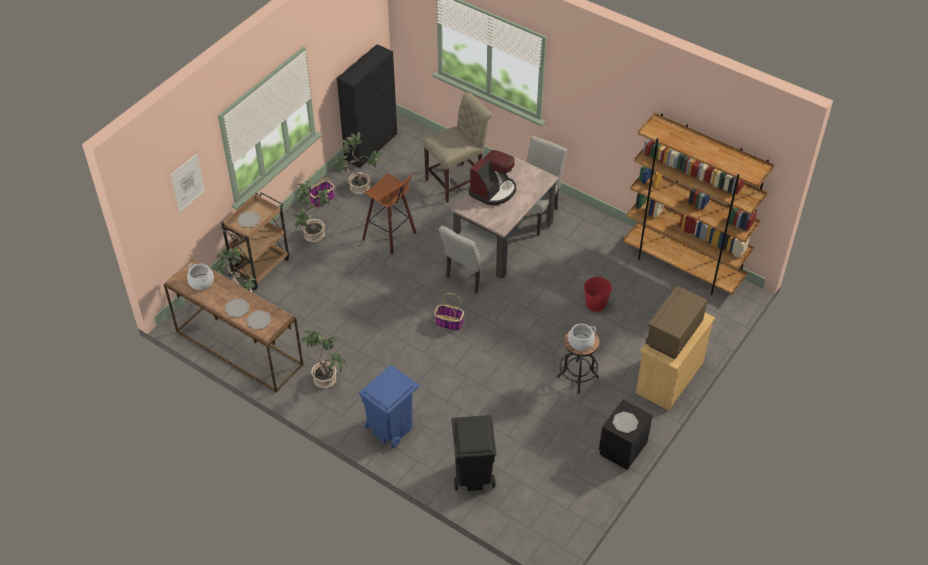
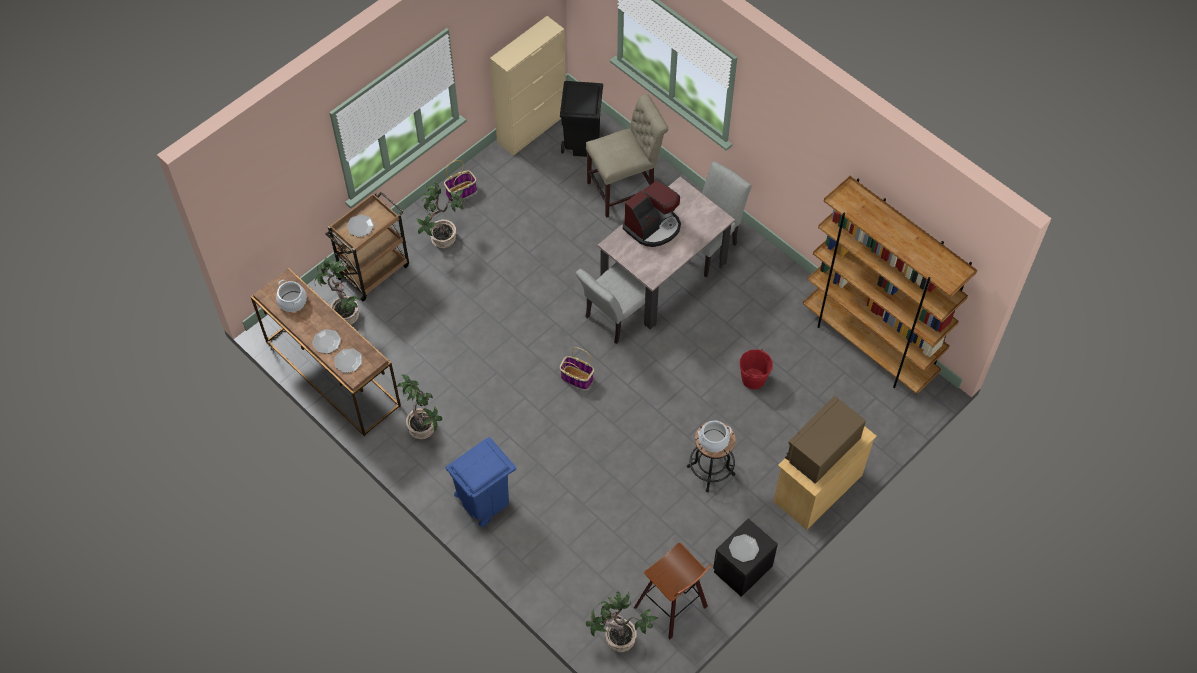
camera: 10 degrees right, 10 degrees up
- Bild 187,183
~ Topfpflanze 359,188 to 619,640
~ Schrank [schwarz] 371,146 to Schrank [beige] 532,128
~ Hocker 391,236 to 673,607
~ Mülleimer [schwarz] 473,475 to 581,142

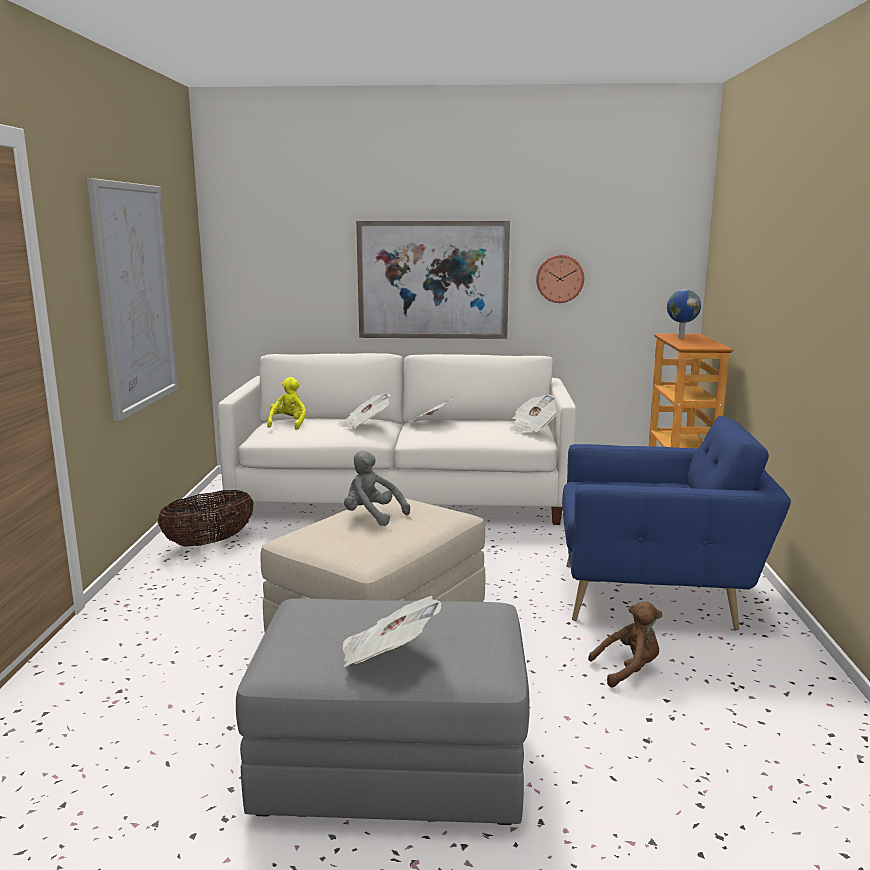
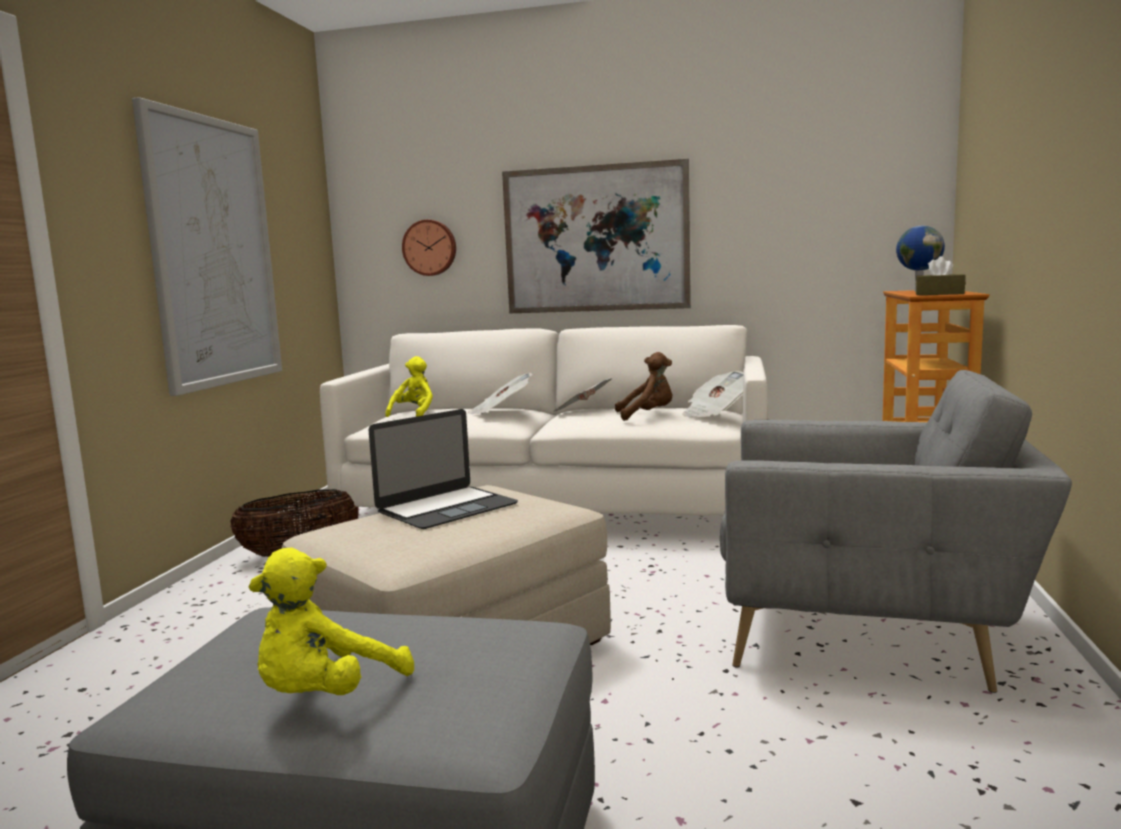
camera: 10 degrees right, 5 degrees down
~ Zeitung 388,655 to Plüschtier [gelb] 326,695
~ Plüschtier [grau] 372,516 to Laptop 447,507
~ Wanduhr 559,278 to 430,247
~ Sessel [blau] 655,596 to Sessel [grau] 868,637
~ Plüschtier [braun] 628,669 to 647,415
+ Taschentuchbox [braun] 939,294

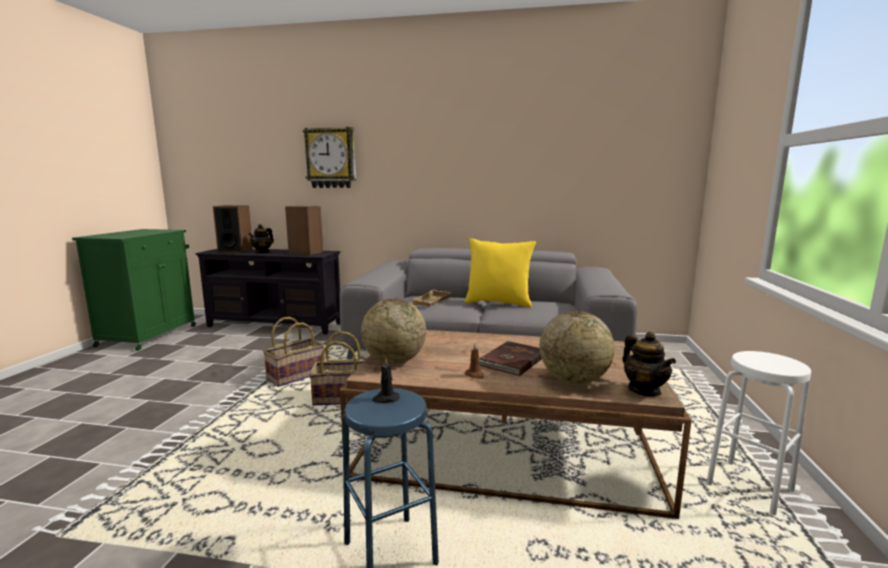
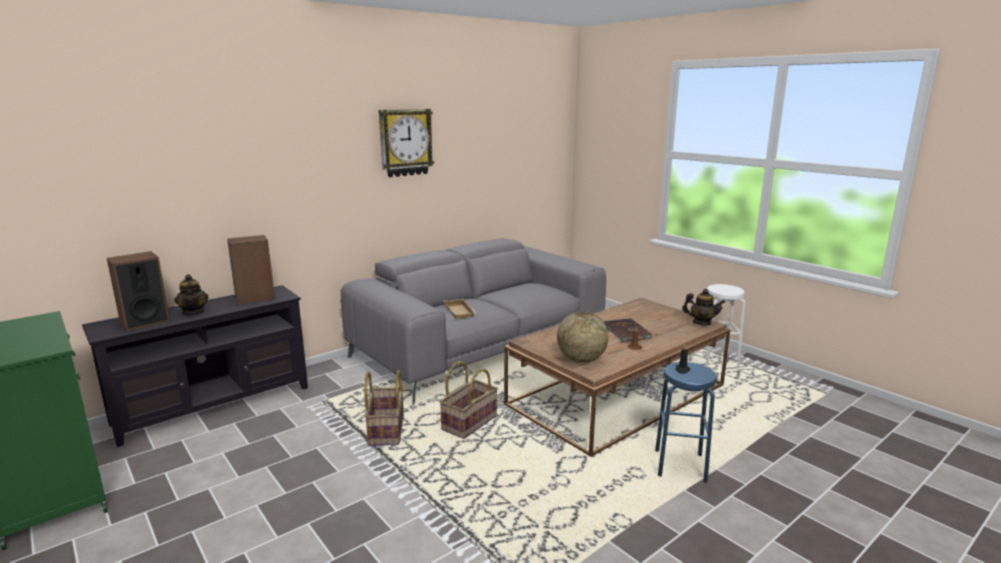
camera: 50 degrees left, 5 degrees up
~ Wanduhr 331,158 to 405,142
- Kissen [gelb] 498,303
- Globus 574,380

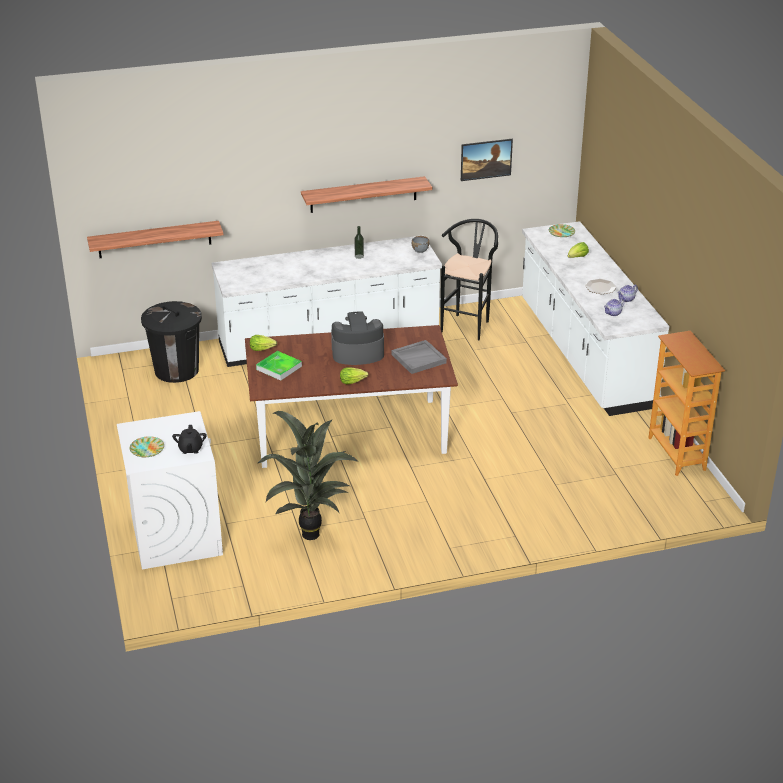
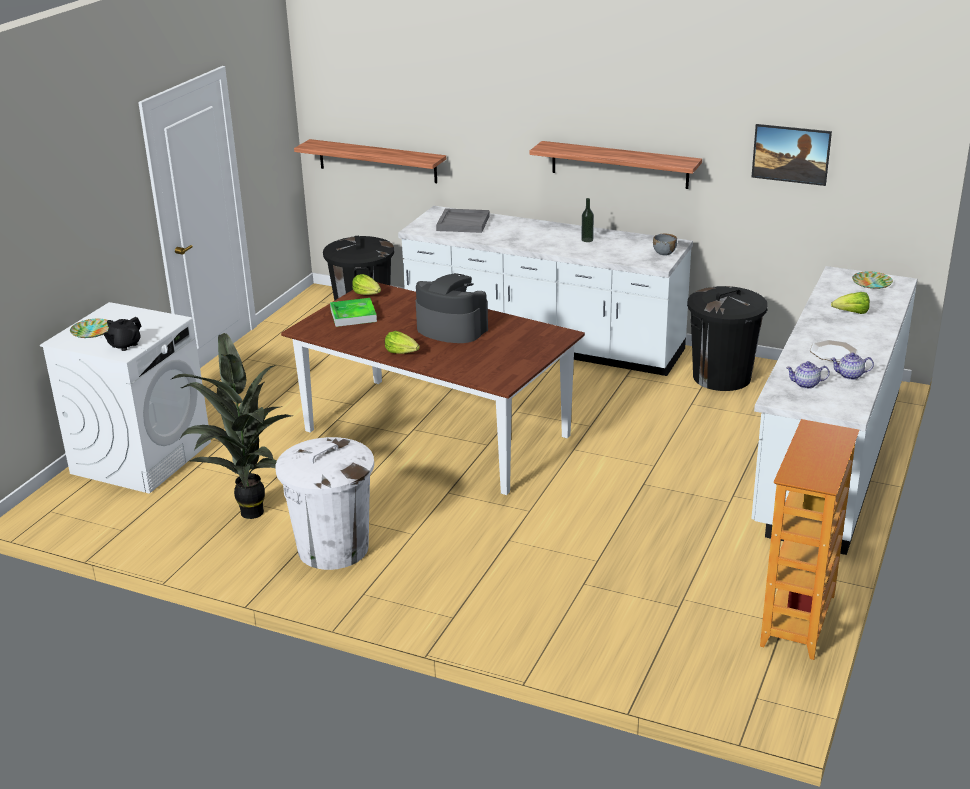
camera: 40 degrees right, 5 degrees down
~ Tablett [grau] 419,358 to 463,223
~ Hocker [schwarz] 468,324 to Mülleimer [schwarz] 722,377
+ Mülleimer [weiß] 332,548

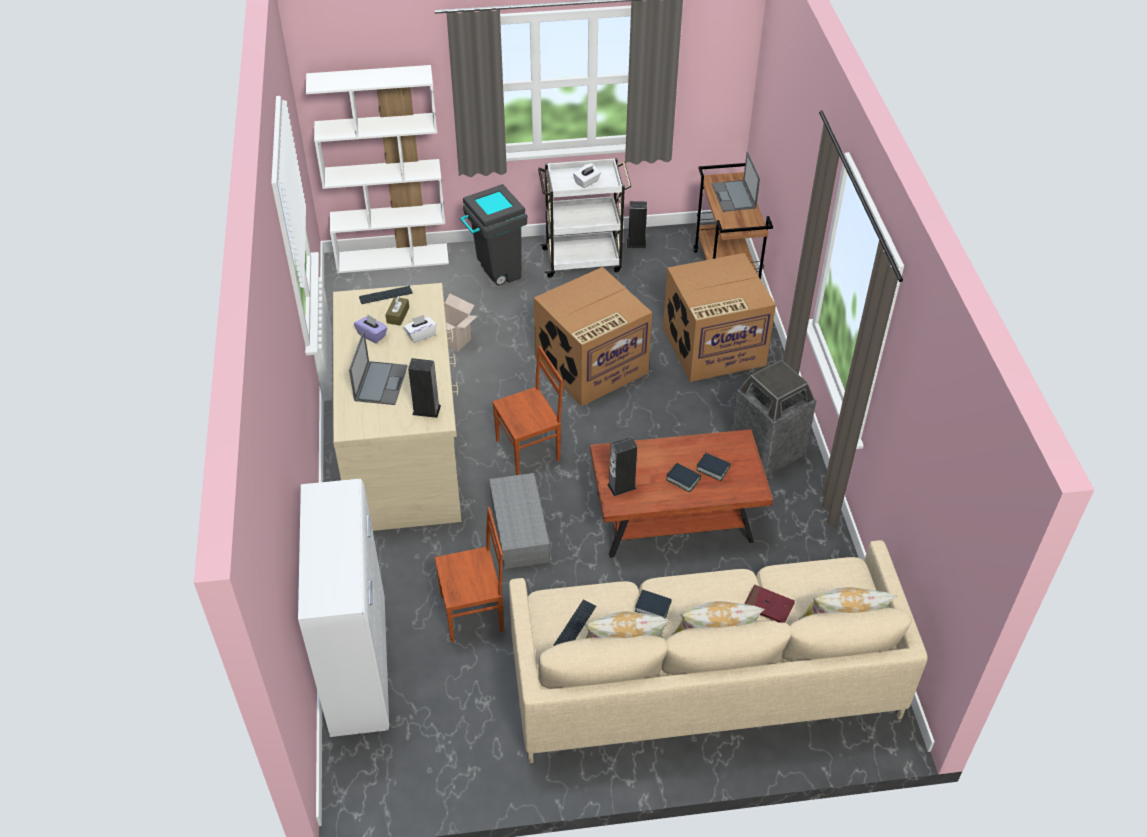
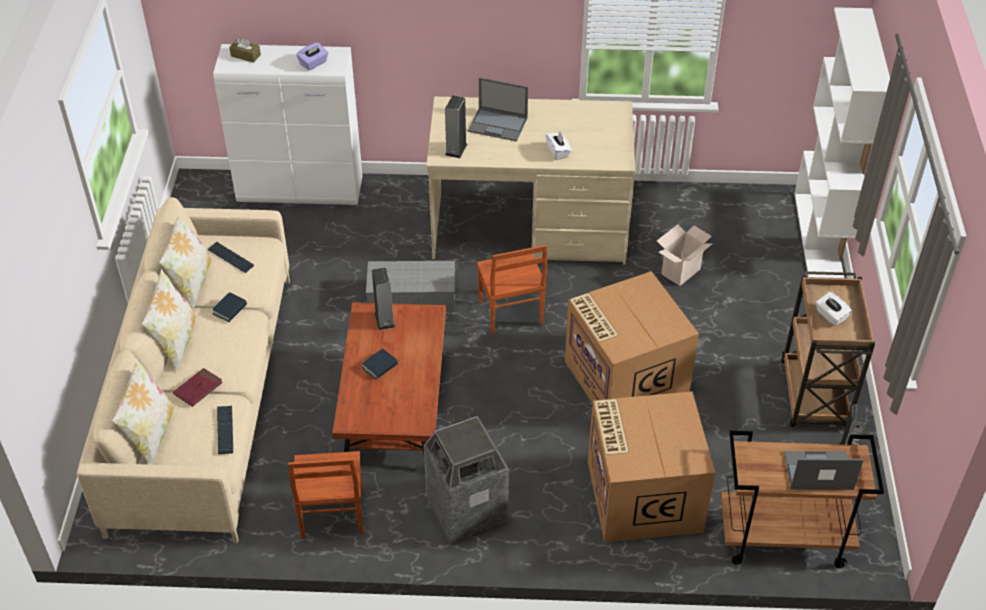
camera: 100 degrees right, 0 degrees up
~ Taschentuchbox [lila] 372,335 to 313,63
~ Tastatur 386,296 to 225,430
~ Taschentuchbox [braun] 398,315 to 245,55
~ Stuhl [braun] 473,614 to 331,515
- Mülleimer [grau] 496,275
~ Rollwagen [weiß] 583,260 to Rollwagen [braun] 814,396
- Buch 713,468

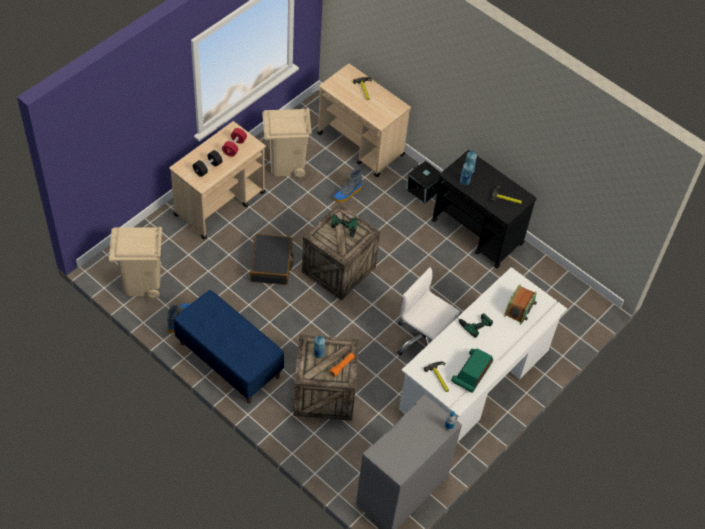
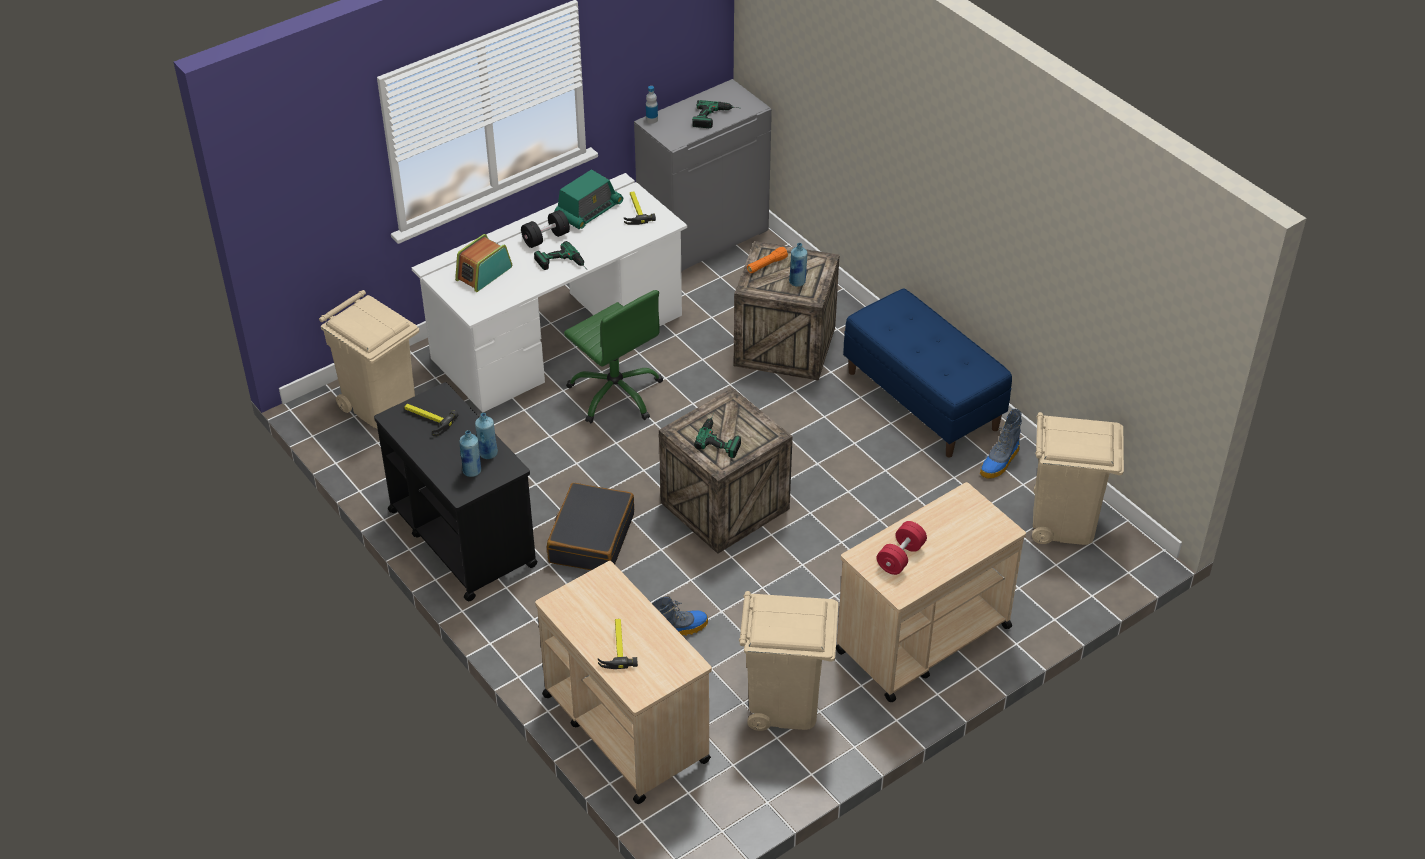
camera: 165 degrees left, 10 degrees down
~ Hantel [schwarz] 207,168 to 546,238
~ Koffer [schwarz] 271,264 to 591,538
~ Bürostuhl [weiß] 423,340 to Bürostuhl [grün] 616,393
- Aufbewahrungsbox [schwarz] 424,190
+ Mülleimer [beige] 381,404
+ Bohrmaschine 716,117

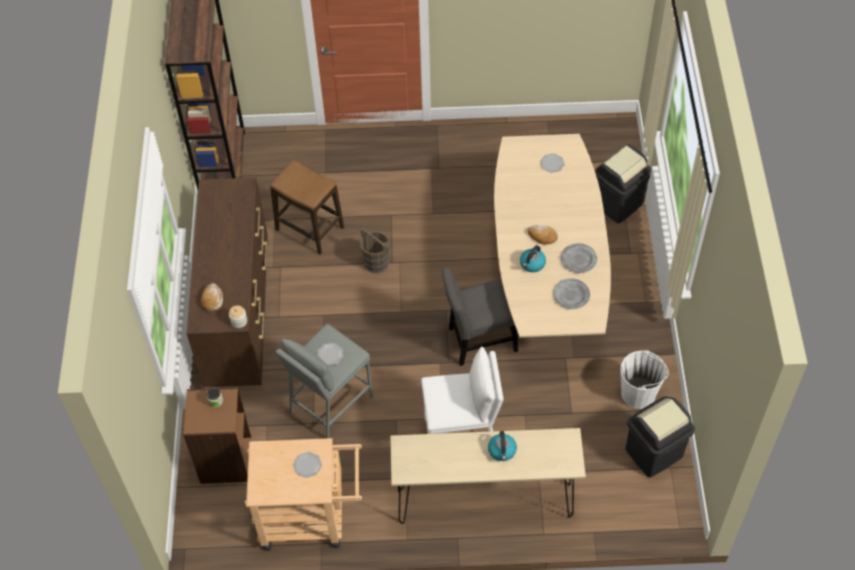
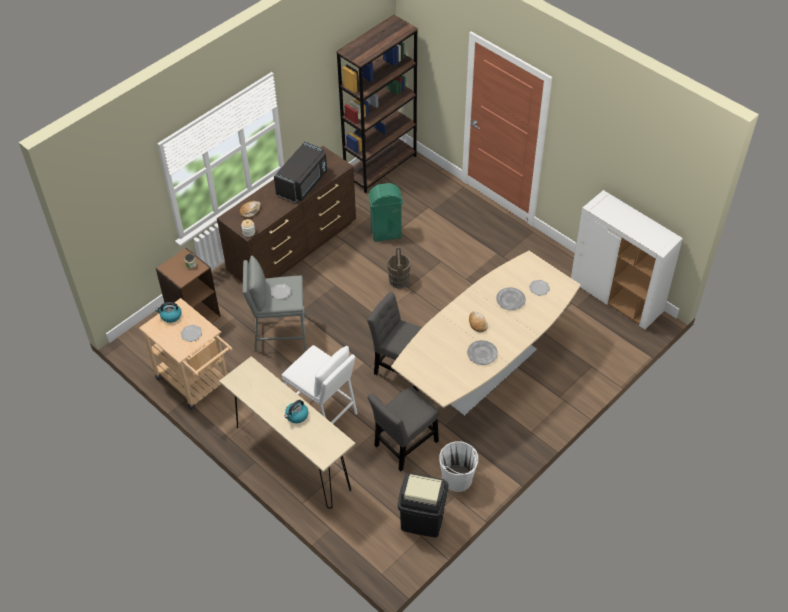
camera: 45 degrees right, 5 degrees down
~ Hocker 309,229 to Mülleimer [grün] 385,234
~ Wasserkessel 532,264 to 170,316
~ Teller [grau] 571,295 to 511,300
- Mülleimer [schwarz] 618,203
+ Mikrowelle [schwarz] 303,183
+ Stuhl [grau] 404,446
+ Schrank [weiß] 616,297

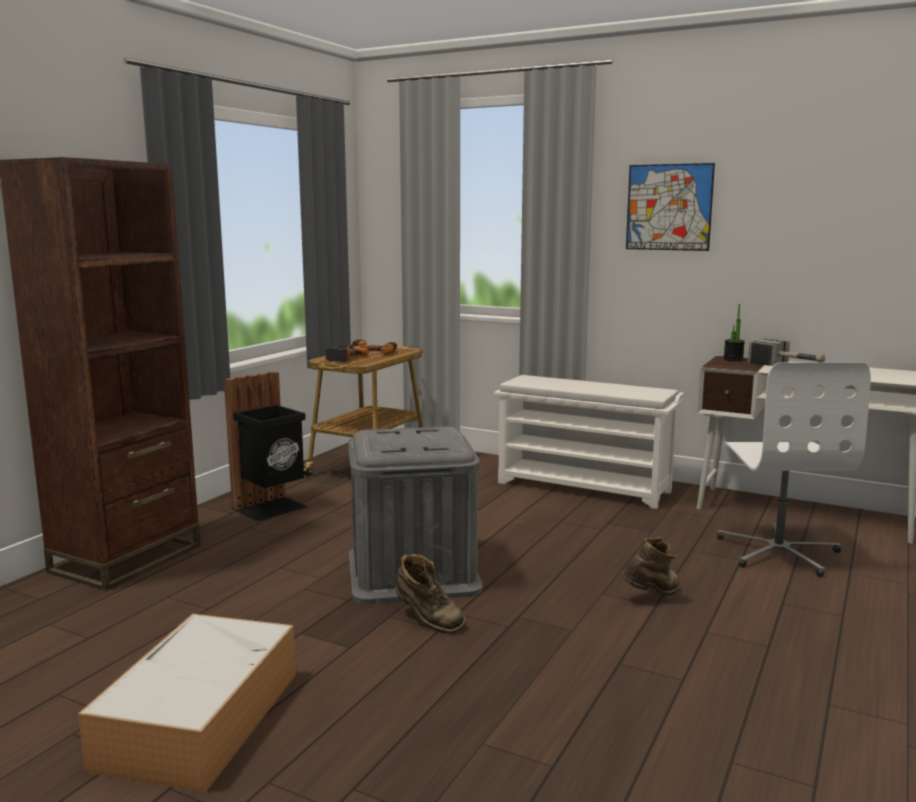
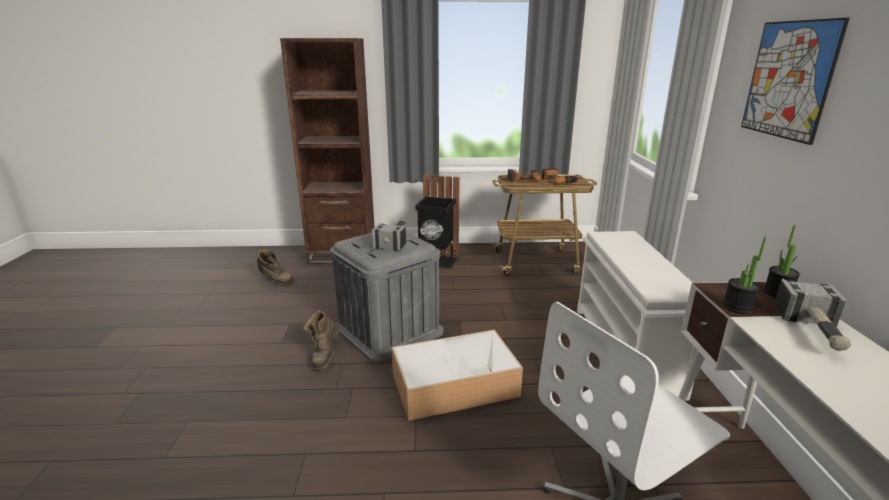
camera: 60 degrees right, 10 degrees up
~ Aufbewahrungsbox 201,717 to 456,385
~ Stiefel [braun] 652,596 to 276,281
+ Hammer 395,239
+ Topfpflanze 737,307

